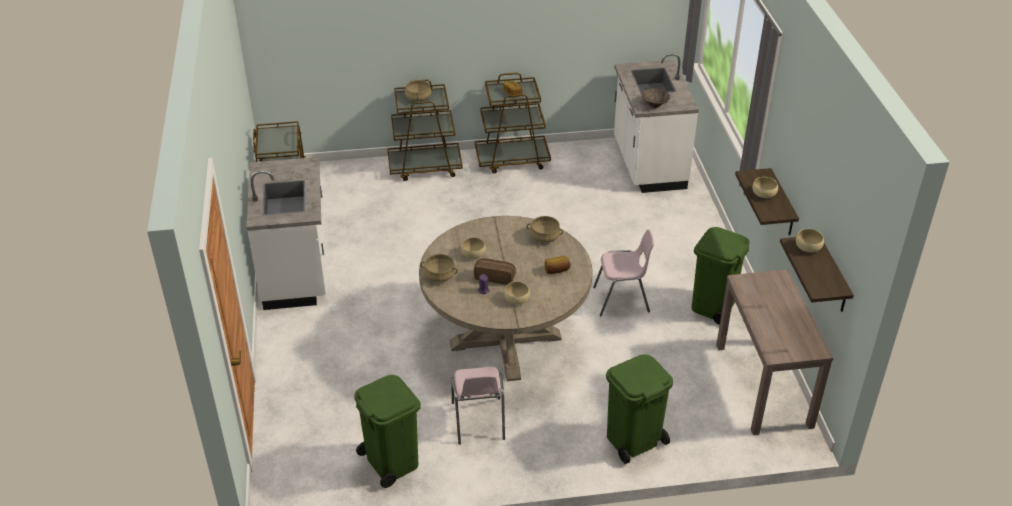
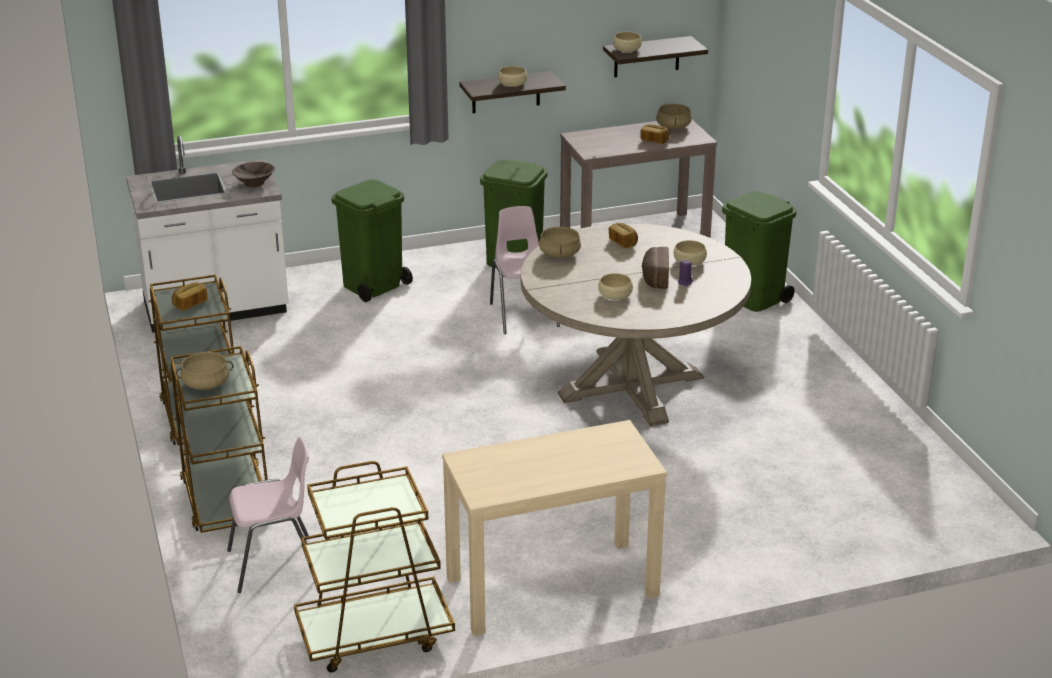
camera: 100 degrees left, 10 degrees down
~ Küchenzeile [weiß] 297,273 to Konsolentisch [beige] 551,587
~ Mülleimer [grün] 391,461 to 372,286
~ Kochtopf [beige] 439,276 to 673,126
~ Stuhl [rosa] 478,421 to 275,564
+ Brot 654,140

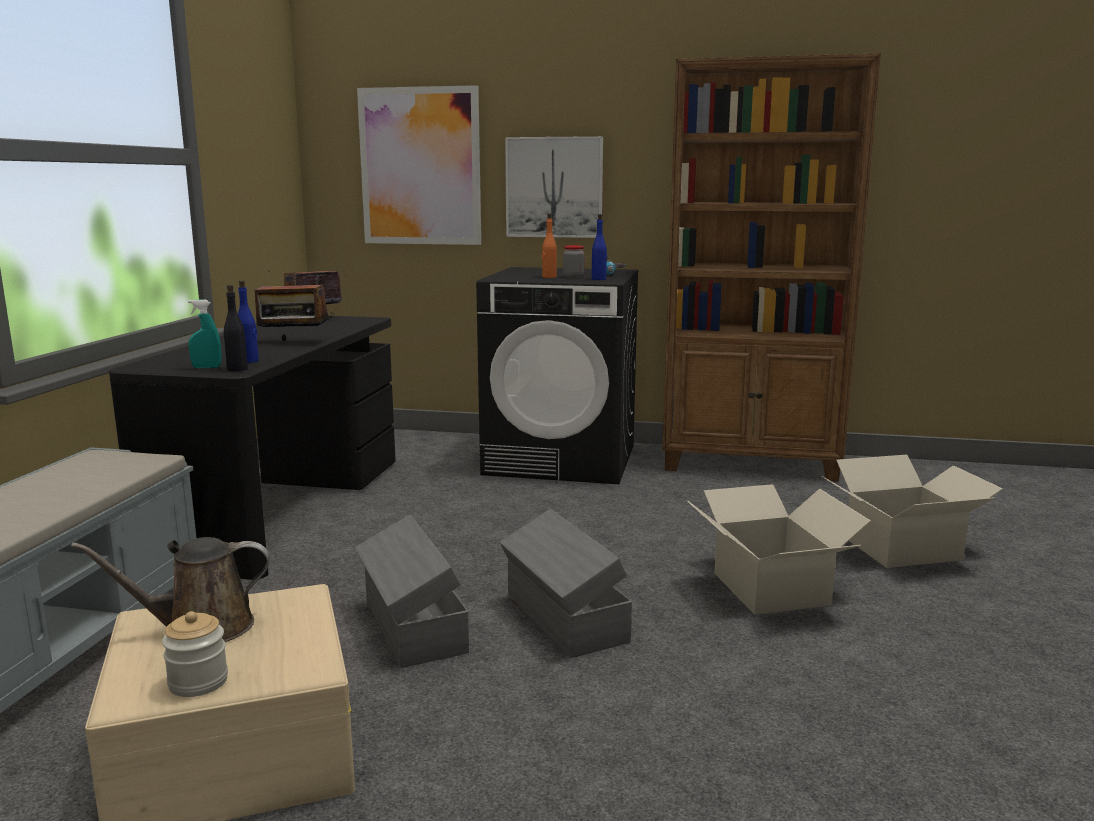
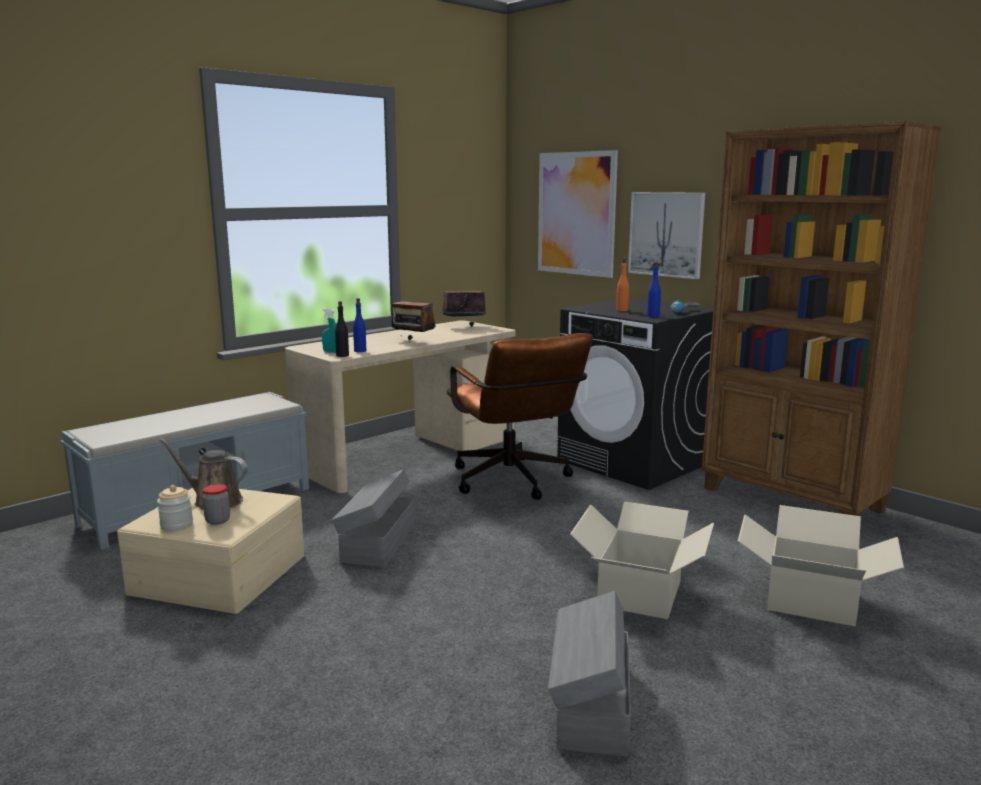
camera: 35 degrees right, 0 degrees up
~ Schreibtisch [schwarz] 284,507 to Schreibtisch [beige] 409,453
~ Aufbewahrungsbox [grau] 564,619 to 591,706
~ Vorratsglas 573,277 to 217,521
+ Bürostuhl [braun] 514,483

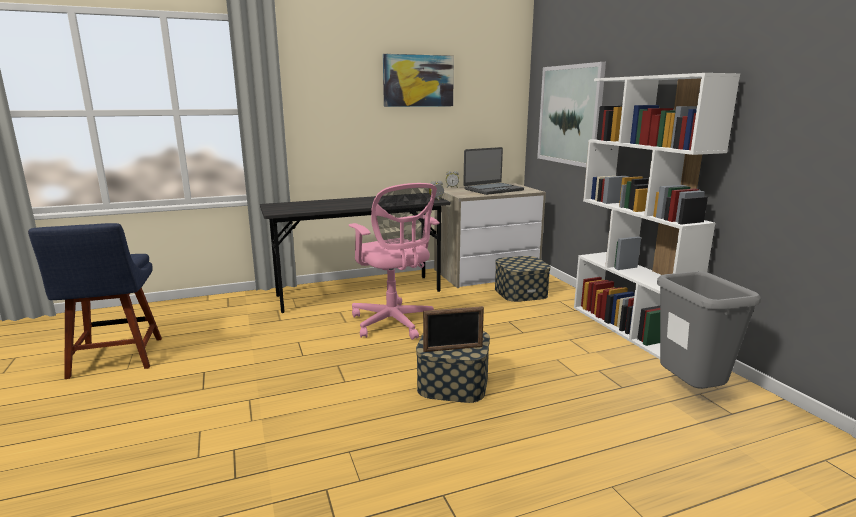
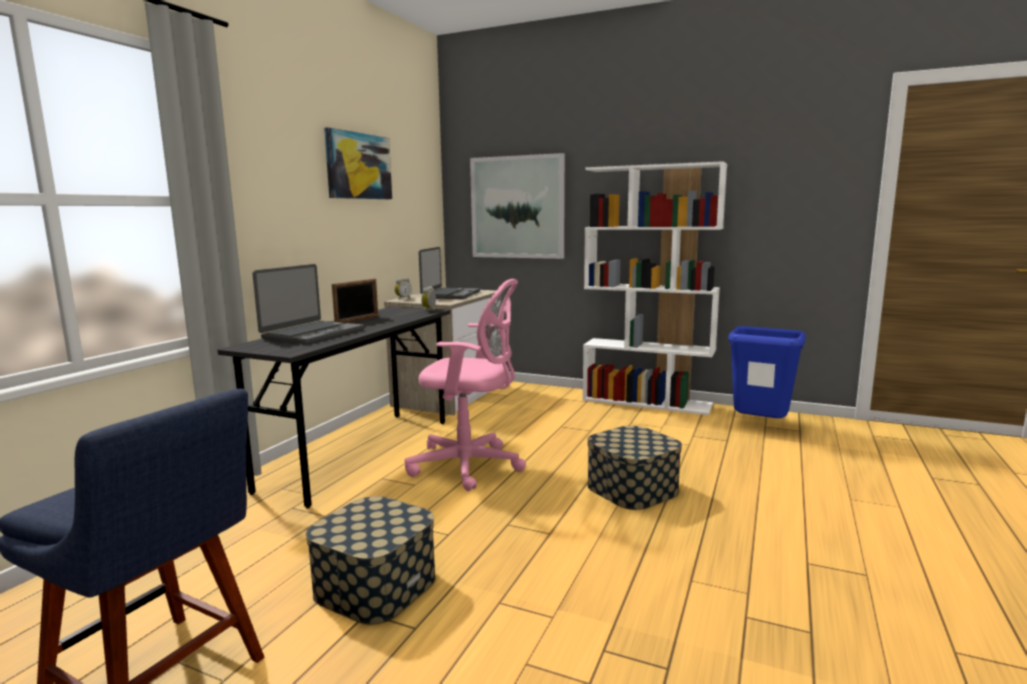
camera: 45 degrees left, 5 degrees down
~ Bilderrahmen 453,349 to 357,320
~ Aufbewahrungsbox 520,292 to 375,585
~ Mülleimer [grau] 689,392 to Mülleimer [blau] 760,428
+ Laptop 312,334

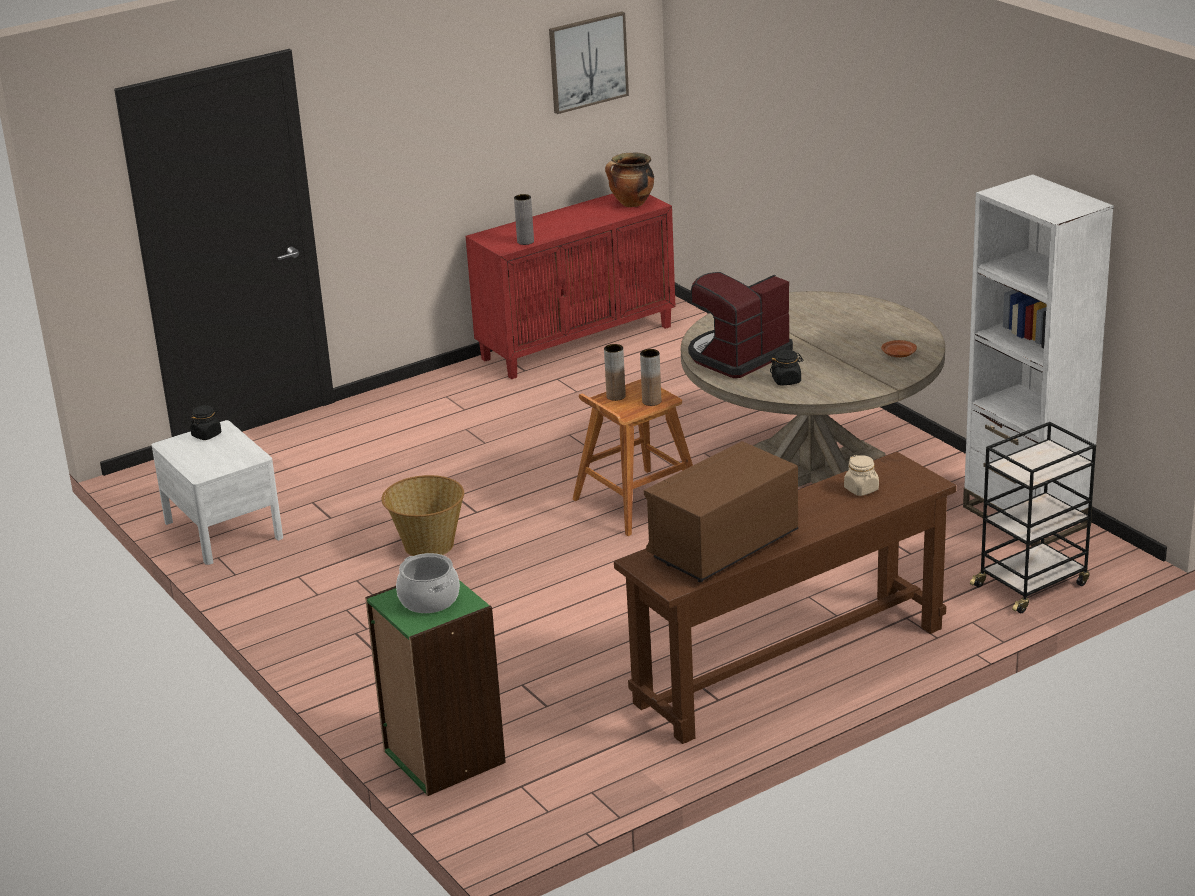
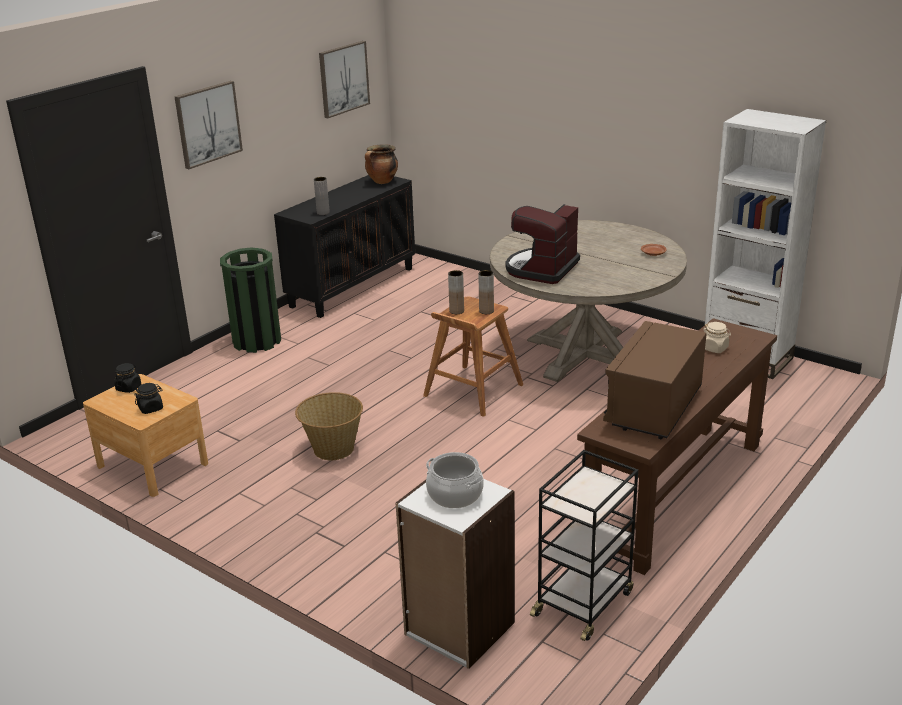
camera: 20 degrees left, 0 degrees up
~ Nachttisch [weiß] 223,530 to Nachttisch [braun] 152,465
~ Bücherregal [grün] 442,757 to Bücherregal [weiß] 458,629
~ Schrank [rot] 577,342 to Schrank [schwarz] 352,287
~ Vorratsglas [schwarz] 786,380 to 151,408
~ Rollwagen [schwarz] 1031,584 to 583,602
+ Bild 208,124
+ Mülleimer [grün] 257,341

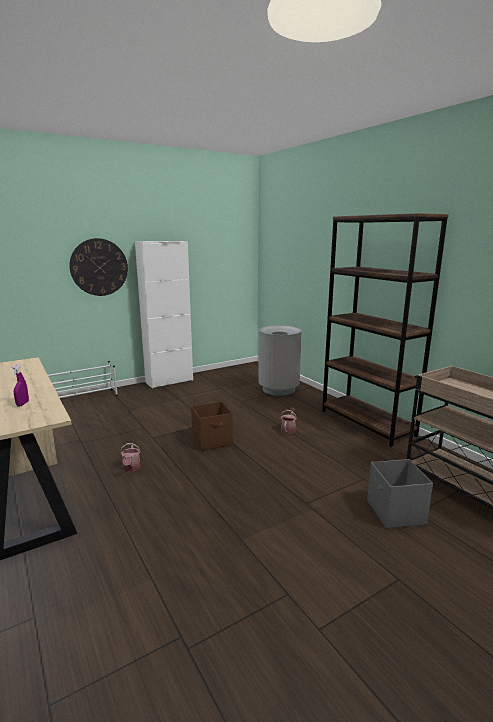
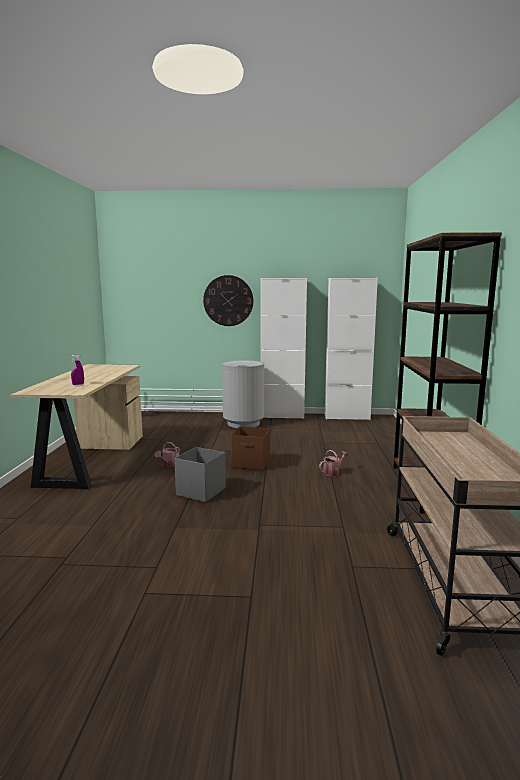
camera: 35 degrees right, 5 degrees down
~ Mülleimer [grau] 278,389 to 243,423
~ Aufbewahrungsbox [grau] 395,513 to 200,492
+ Schrank [weiß] 347,417

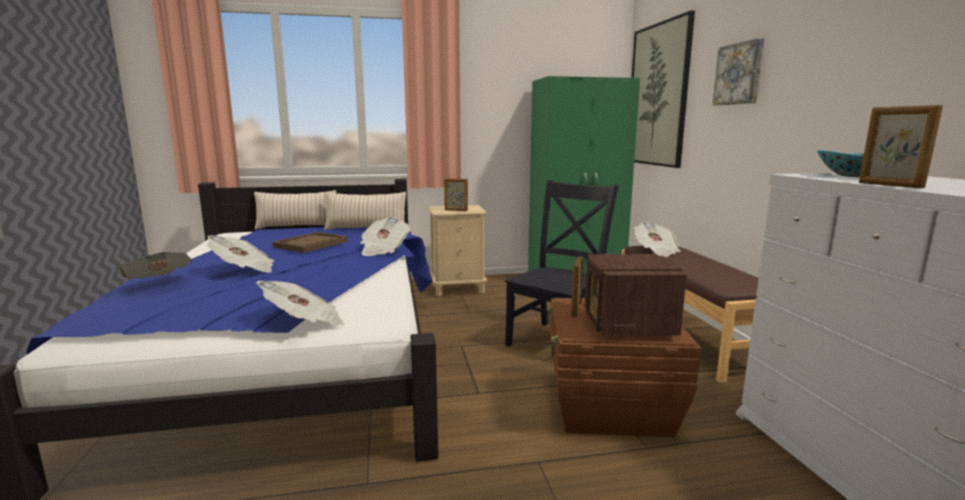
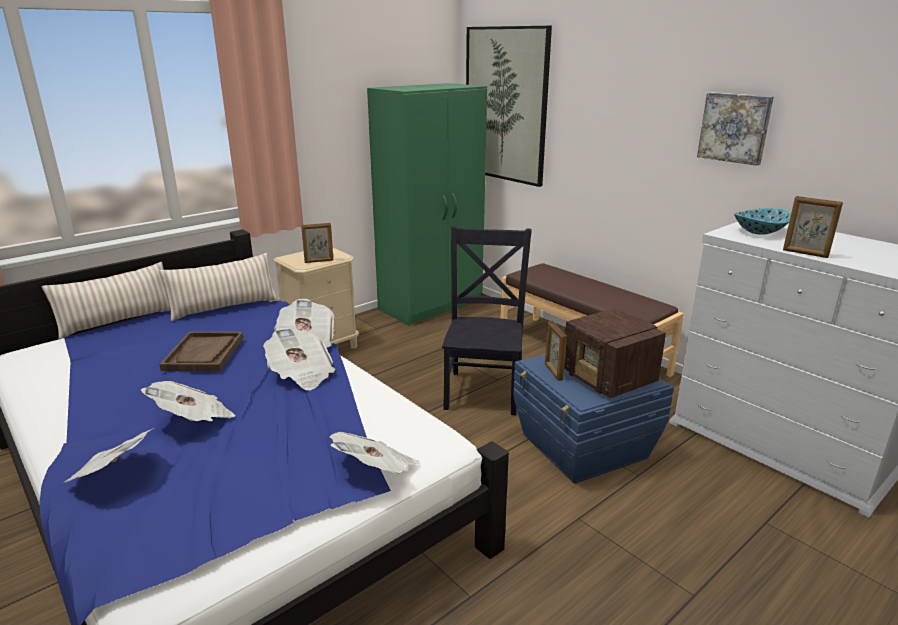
camera: 30 degrees left, 10 degrees up
~ Aufbewahrungsbox [braun] 609,406 to Aufbewahrungsbox [blau] 583,446
~ Zeitung 656,251 to 301,374
~ Bild 739,74 to 735,127

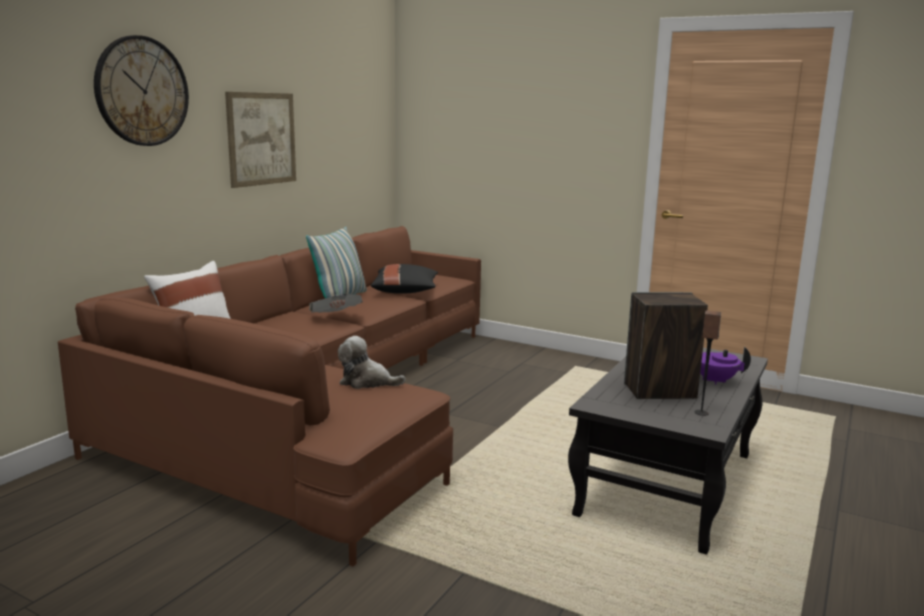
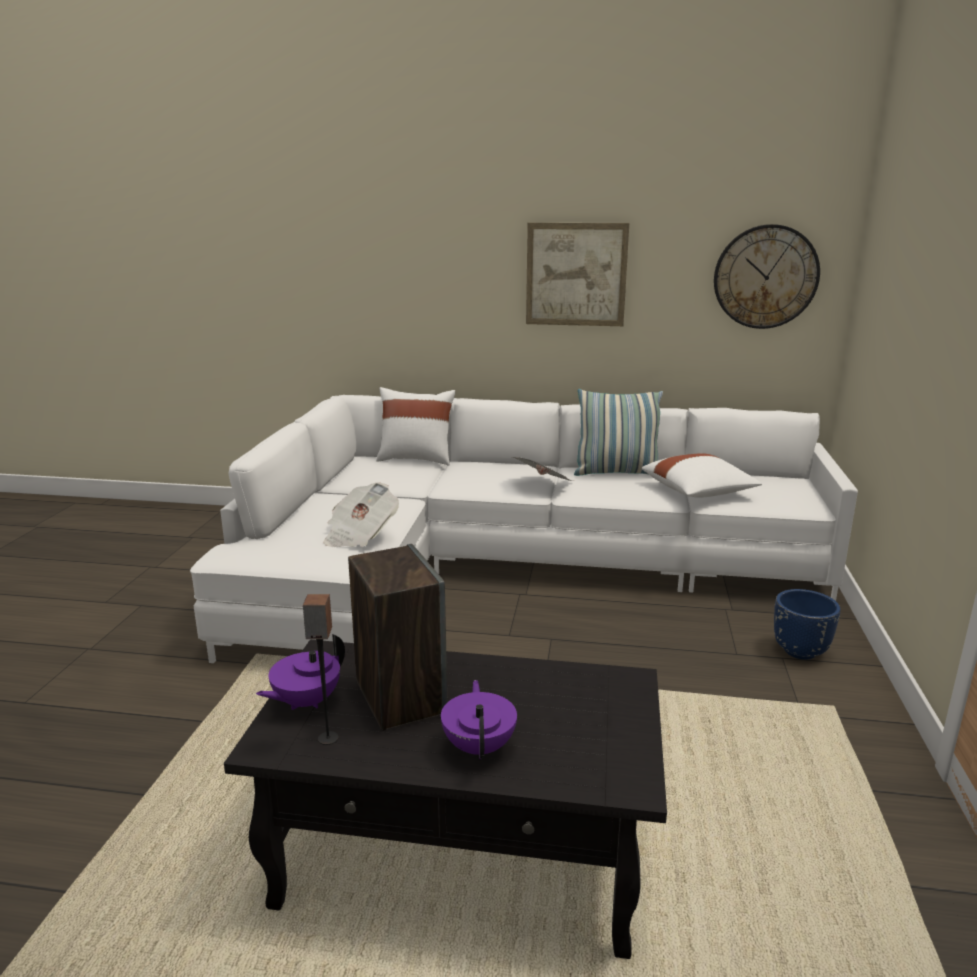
camera: 70 degrees right, 5 degrees up
~ Sofa [braun] 321,407 to Sofa [weiß] 504,569
~ Wanduhr 142,91 to 765,277
~ Plüschtier 367,382 to Zeitung 360,535
~ Kissen [schwarz] 405,291 to Kissen [weiß] 698,492
+ Teekanne [lila] 306,702
+ Pflanzkübel [blau] 800,651

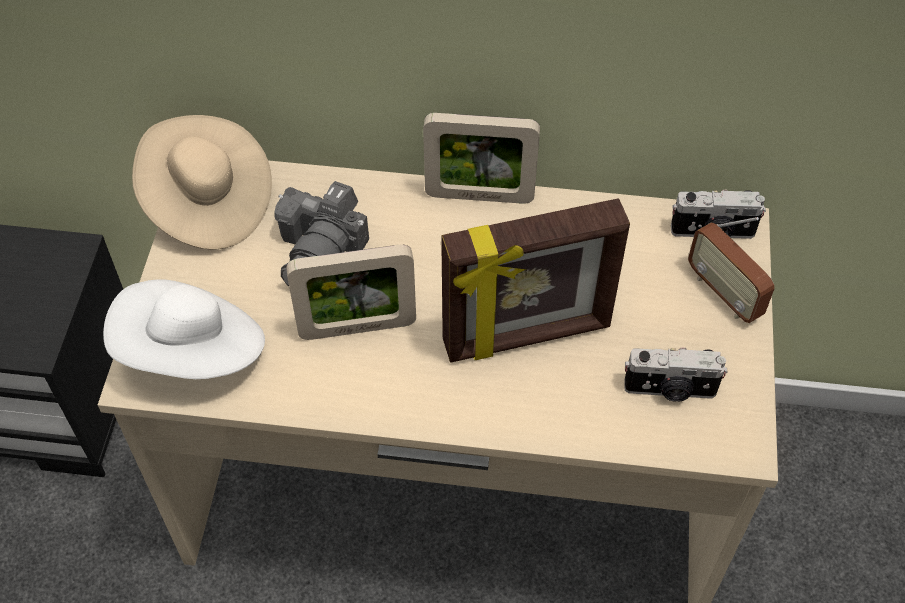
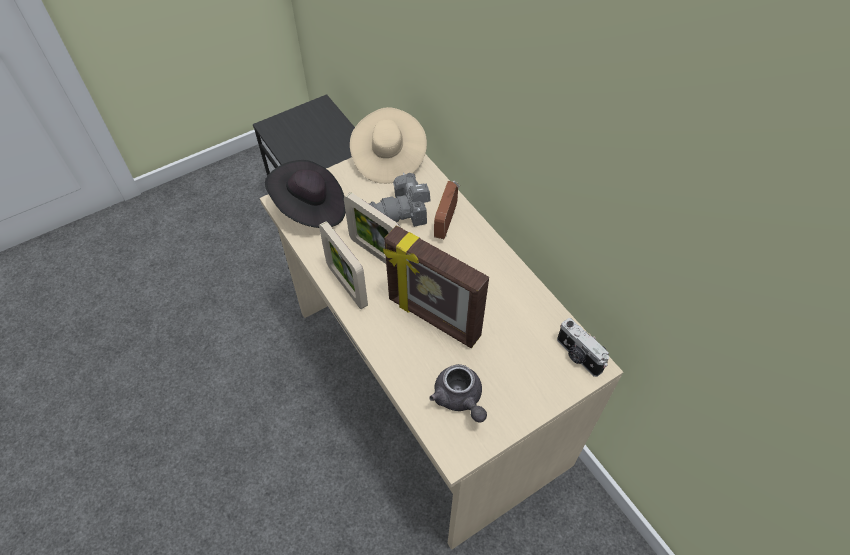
camera: 50 degrees right, 0 degrees up
~ Hut [weiß] 193,352 to Hut [schwarz] 310,208
~ Bilderrahmen 479,196 to 347,286
~ Kamera 670,390 to Teekanne [grau] 460,399
~ Radio 724,293 to 446,223

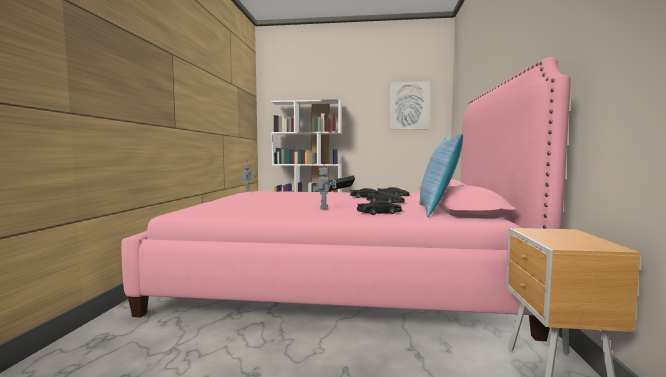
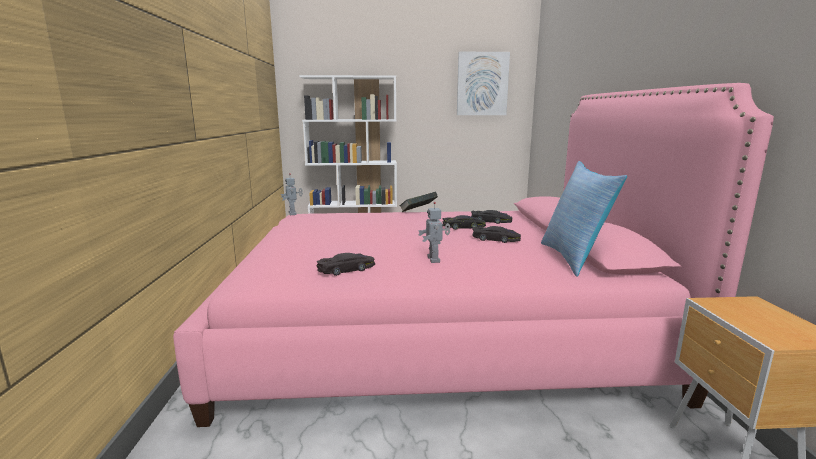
camera: 10 degrees left, 10 degrees up
~ Spielzeugauto [schwarz] 379,212 to 346,269

